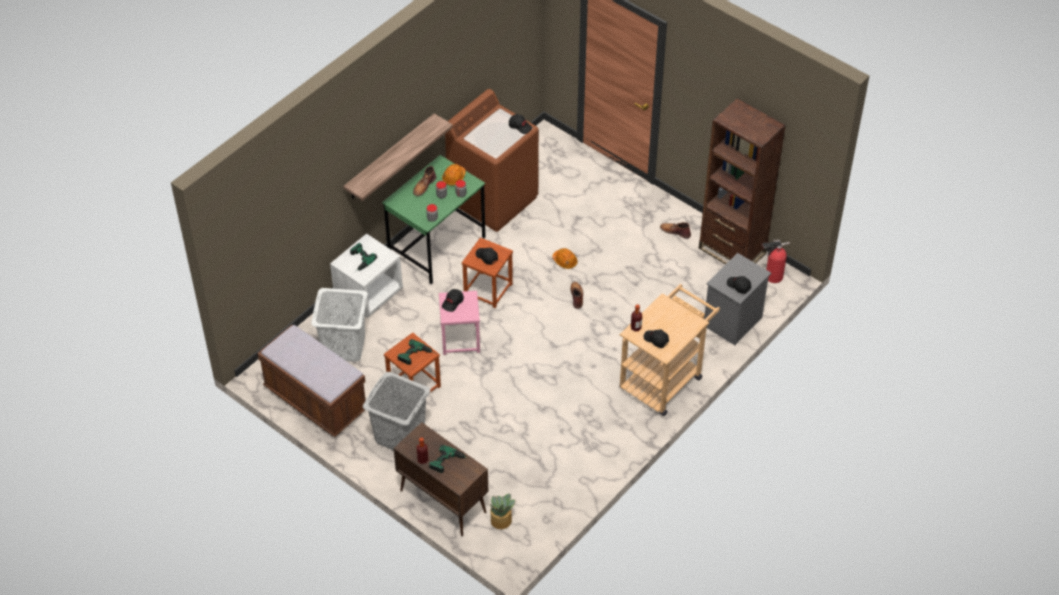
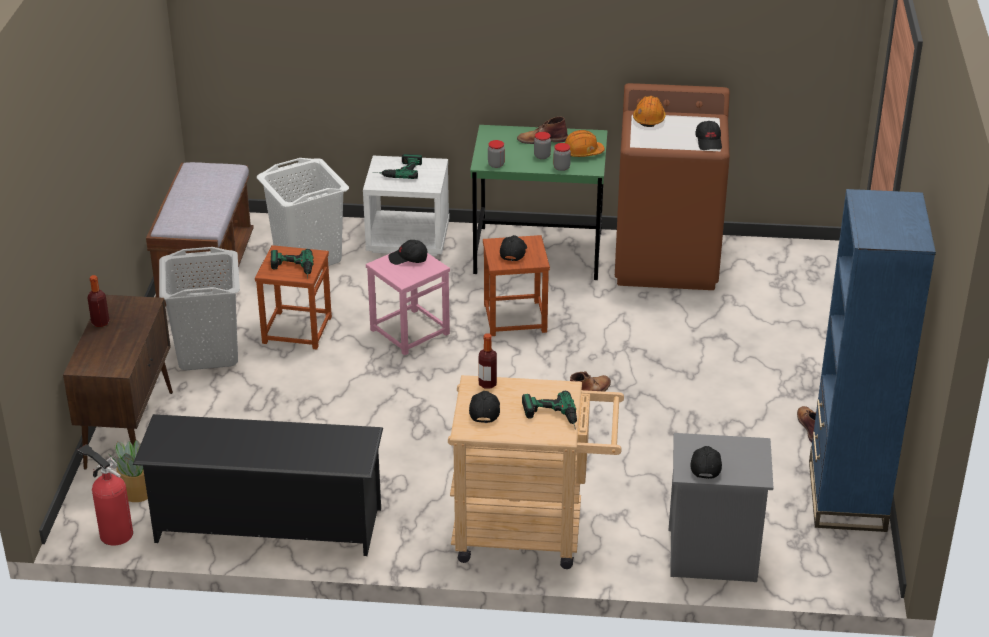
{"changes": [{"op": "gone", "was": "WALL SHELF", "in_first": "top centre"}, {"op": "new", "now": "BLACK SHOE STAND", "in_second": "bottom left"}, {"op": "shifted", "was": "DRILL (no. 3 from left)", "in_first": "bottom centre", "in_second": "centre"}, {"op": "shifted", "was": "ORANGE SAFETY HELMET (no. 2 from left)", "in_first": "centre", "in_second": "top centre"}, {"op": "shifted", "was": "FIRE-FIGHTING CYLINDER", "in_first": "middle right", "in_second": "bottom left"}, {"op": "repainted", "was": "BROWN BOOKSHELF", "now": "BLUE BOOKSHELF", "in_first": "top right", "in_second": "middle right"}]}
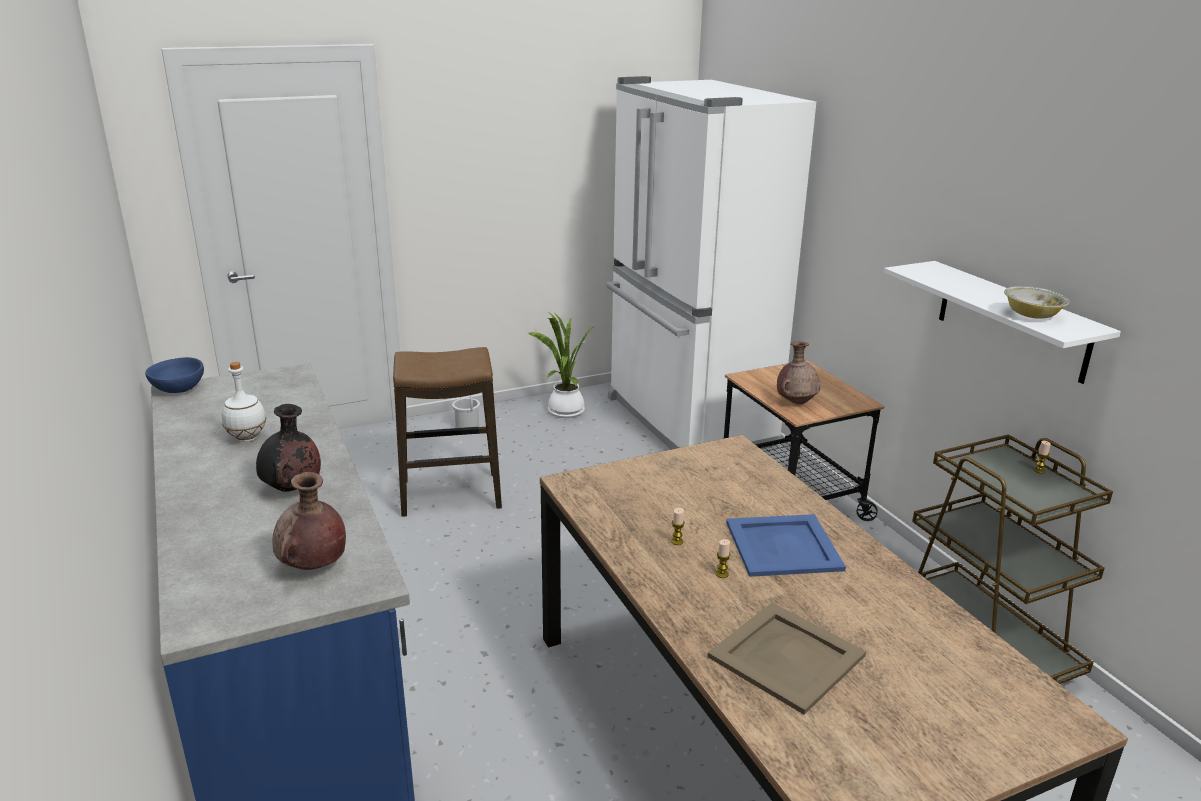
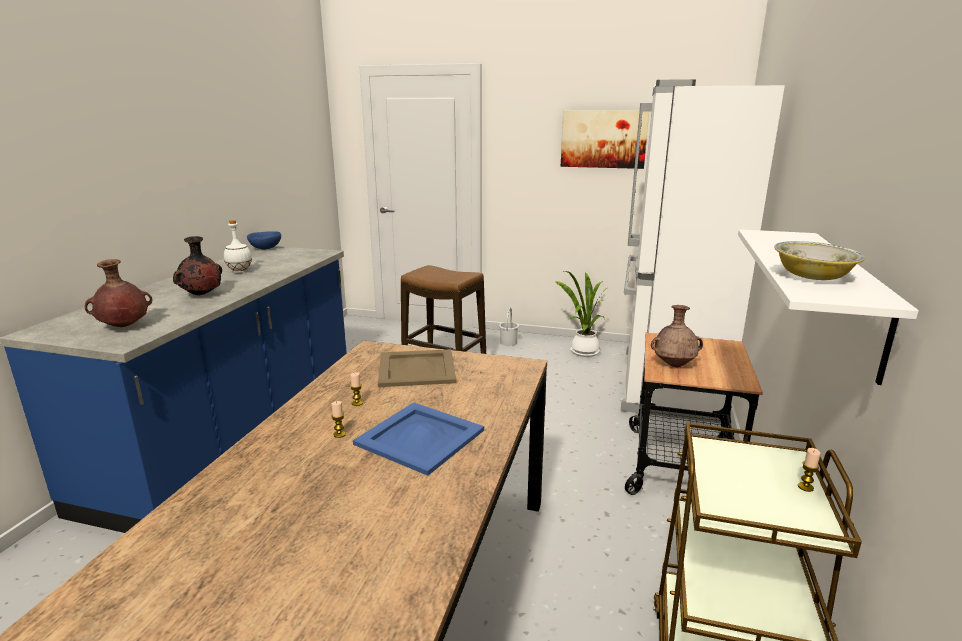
{"changes": [{"op": "new", "now": "WALL PICTURE", "in_second": "top centre"}, {"op": "shifted", "was": "SAND-COLOURED TRAY", "in_first": "bottom centre", "in_second": "centre"}]}
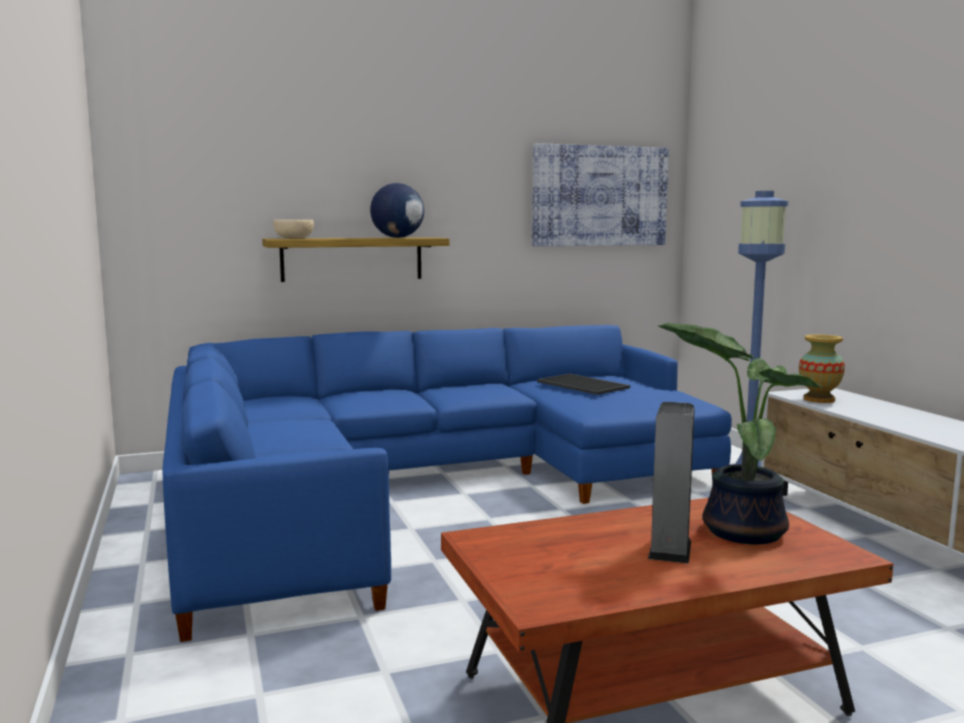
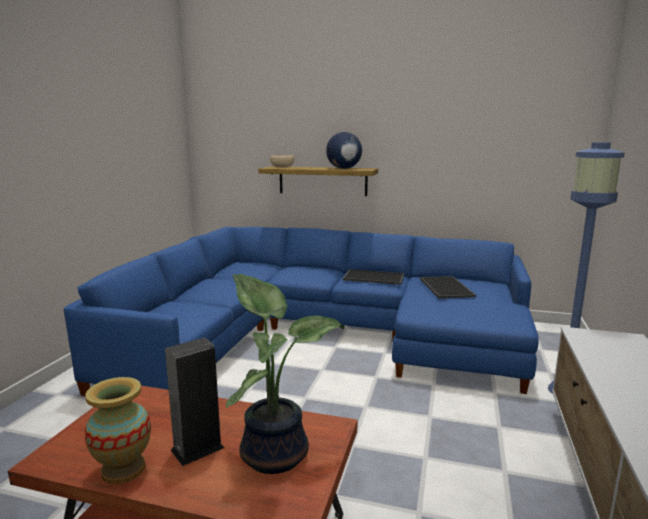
{"changes": [{"op": "gone", "was": "WALL PICTURE", "in_first": "top centre"}, {"op": "new", "now": "TRAY (no. 1 from left)", "in_second": "centre"}, {"op": "shifted", "was": "FLOWER VASE", "in_first": "middle right", "in_second": "bottom left"}]}
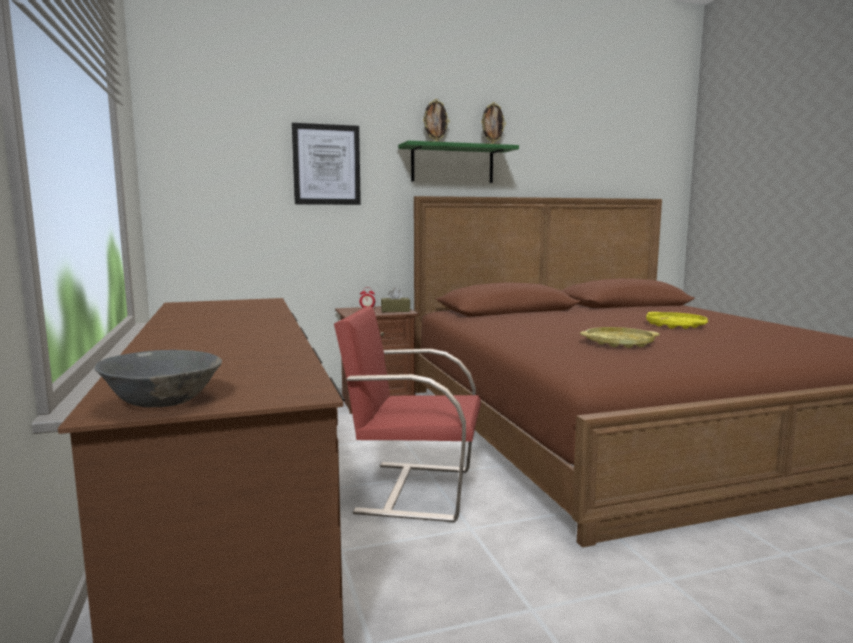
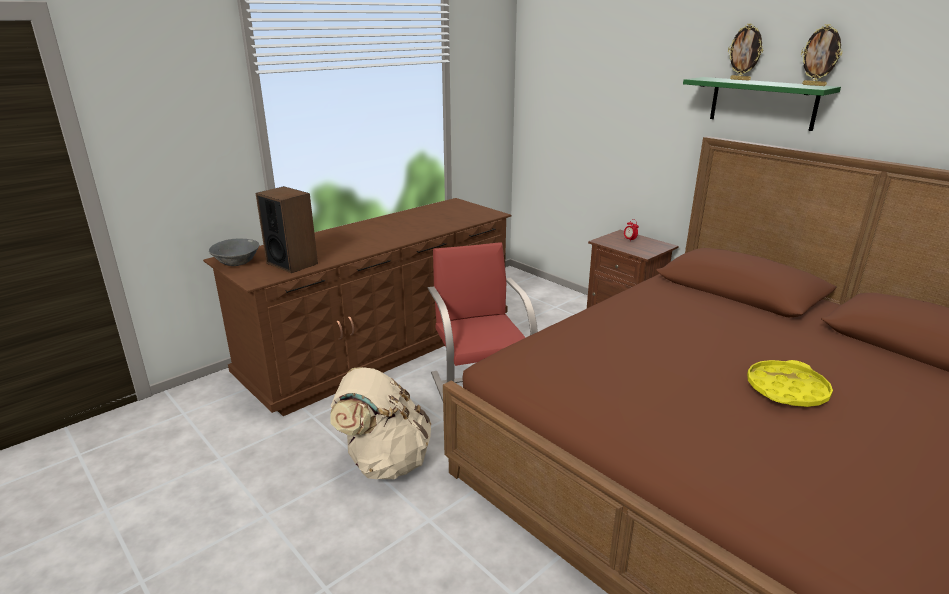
{"changes": [{"op": "gone", "was": "WALL PICTURE", "in_first": "top centre"}, {"op": "gone", "was": "BROWN TISSUE BOX", "in_first": "centre"}, {"op": "gone", "was": "YELLOW-COLOURED TRAY (no. 1 from left)", "in_first": "middle right"}, {"op": "new", "now": "AUDIO SPEAKER", "in_second": "middle left"}, {"op": "new", "now": "SAND-COLOURED KNAPSACK", "in_second": "bottom centre"}]}
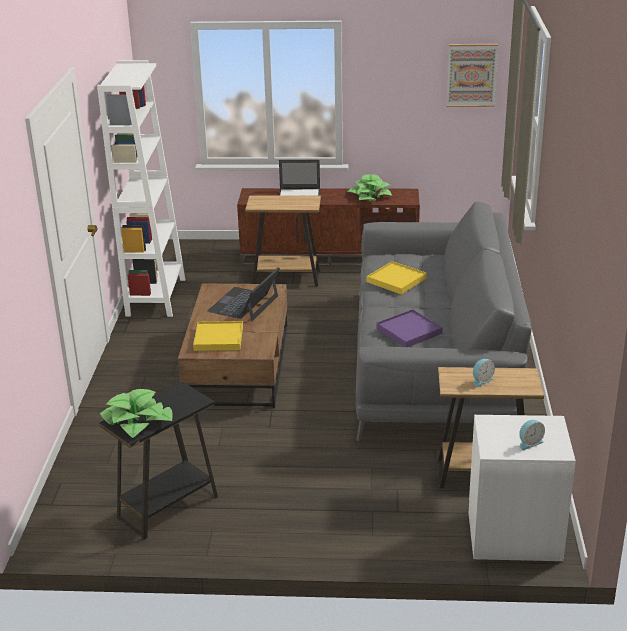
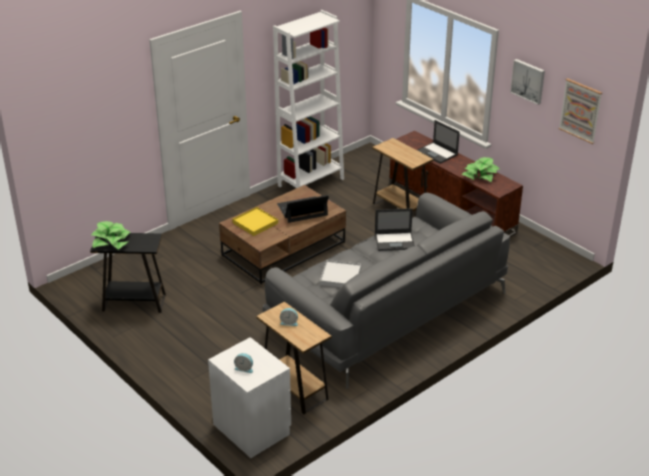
{"changes": [{"op": "new", "now": "WALL PICTURE (no. 1 from left)", "in_second": "top right"}, {"op": "swapped", "was": "YELLOW-COLOURED TRAY (no. 2 from left)", "now": "LAPTOP (no. 2 from left)", "in_first": "centre", "in_second": "centre"}, {"op": "repainted", "was": "PURPLE TRAY", "now": "WHITE TRAY", "in_first": "centre", "in_second": "centre"}]}
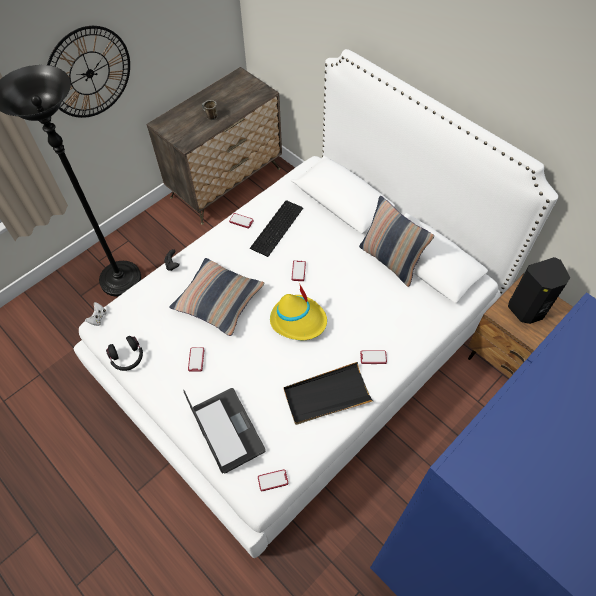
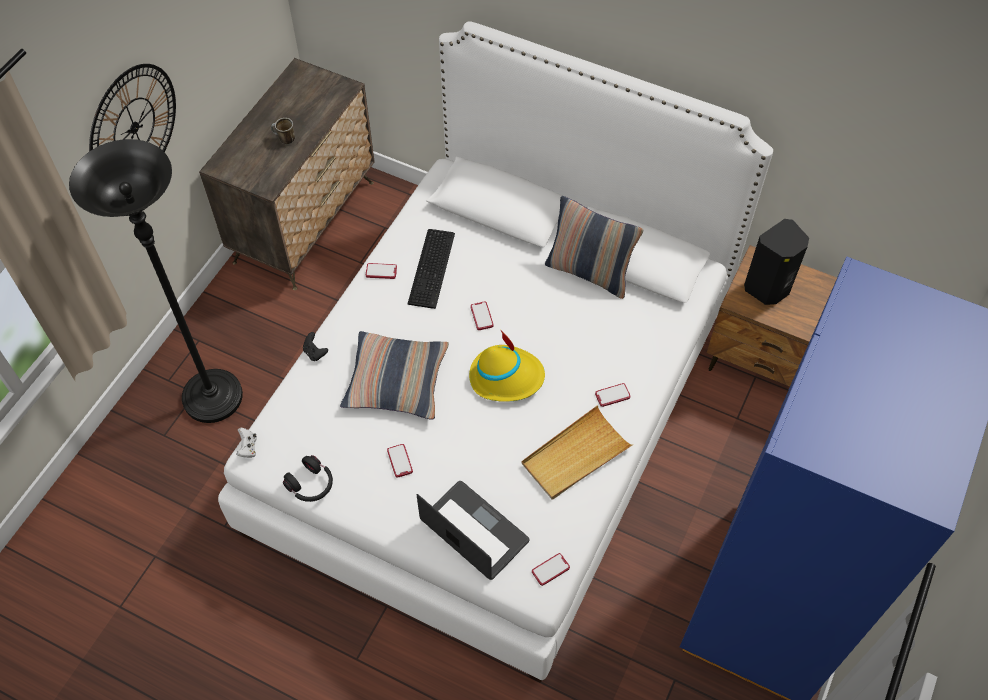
{"changes": [{"op": "repainted", "was": "BLACK TRAY", "now": "SAND-COLOURED TRAY", "in_first": "centre", "in_second": "centre"}]}
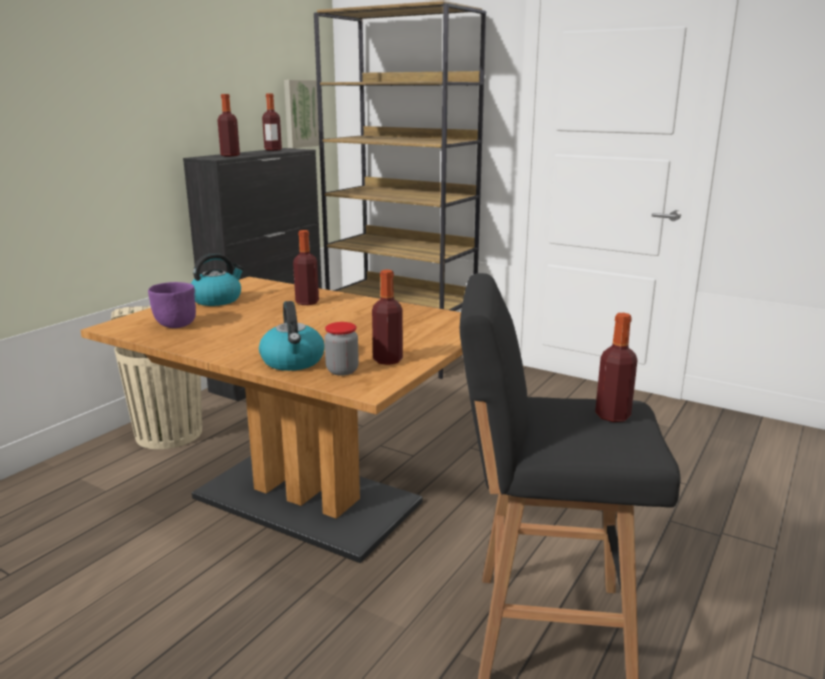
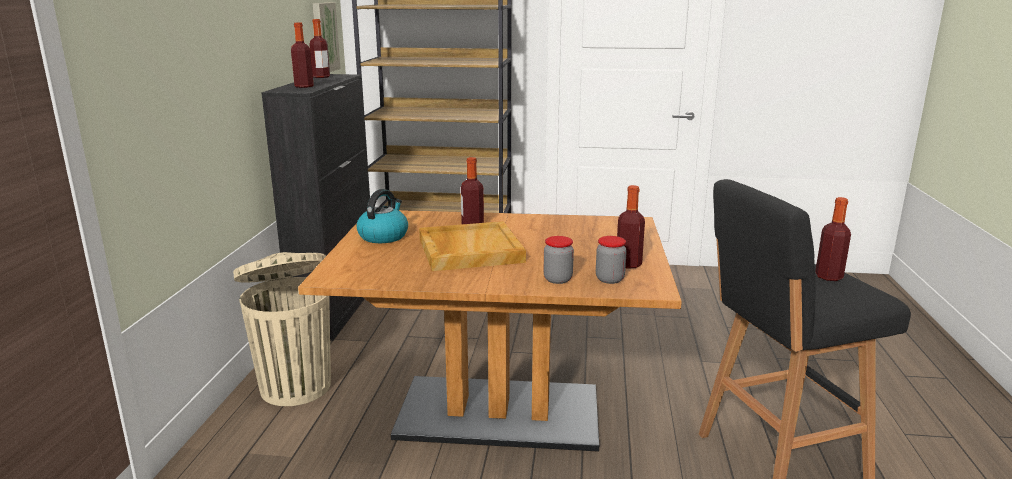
{"changes": [{"op": "gone", "was": "PURPLE DEEP DISH", "in_first": "middle left"}, {"op": "new", "now": "SAND-COLOURED TRAY", "in_second": "centre"}, {"op": "swapped", "was": "WATER KETTLE (no. 2 from left)", "now": "JAR (no. 1 from left)", "in_first": "centre", "in_second": "centre"}]}
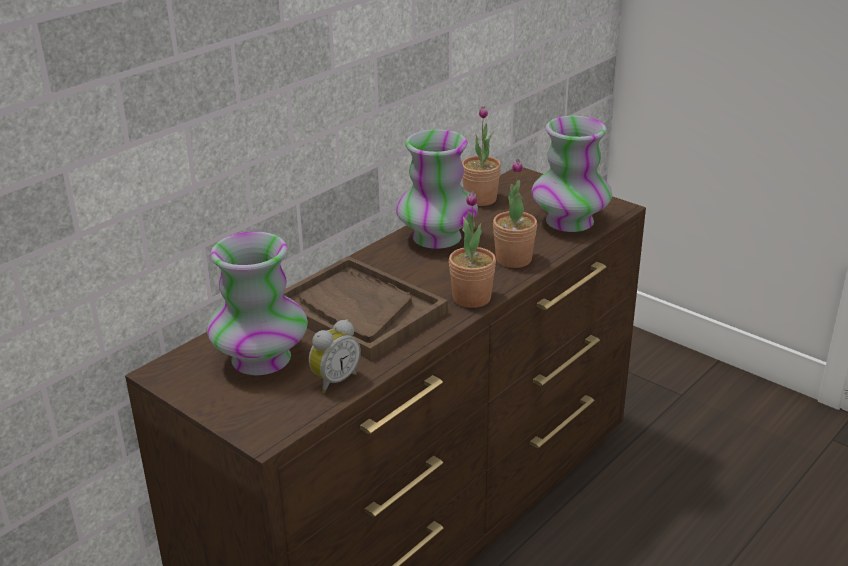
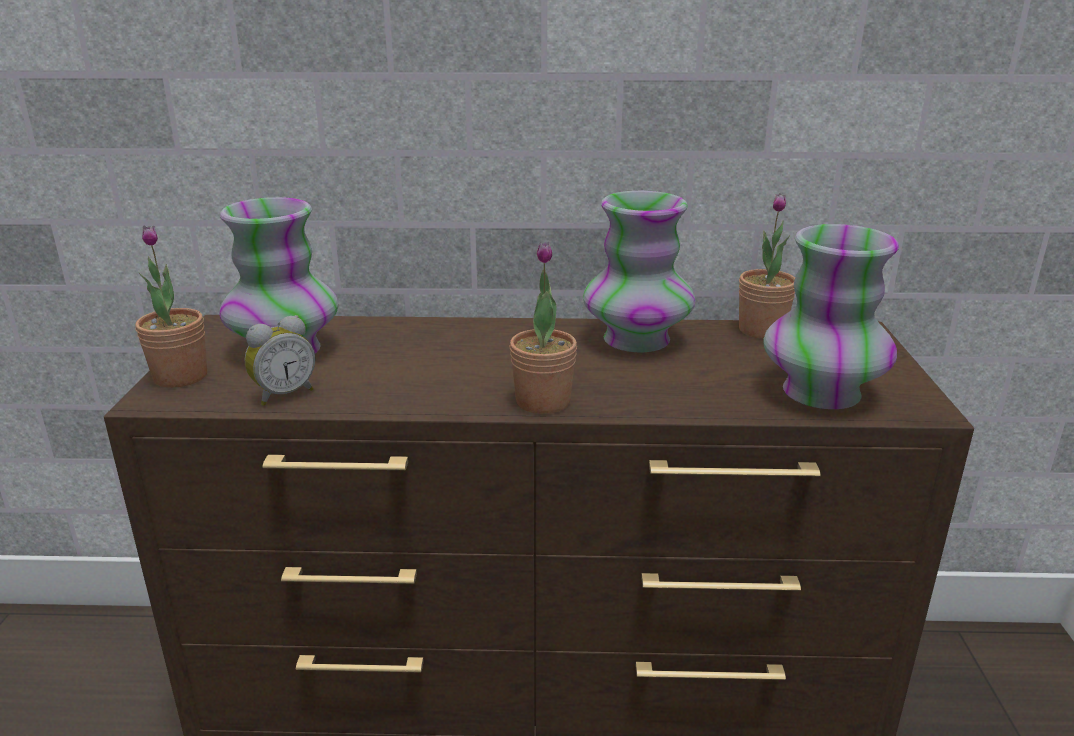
{"changes": [{"op": "gone", "was": "BROWN TRAY", "in_first": "centre"}, {"op": "shifted", "was": "PLANT IN A POT (no. 3 from left in the first image)", "now": "PLANT IN A POT (no. 1 from left)", "in_first": "centre", "in_second": "middle left"}, {"op": "rotated", "was": "ALARM CLOCK", "in_first": "centre", "in_second": "middle left", "clockwise": -45}]}
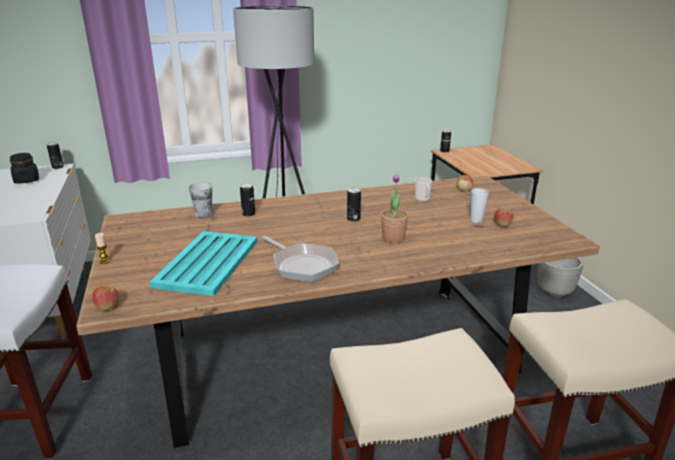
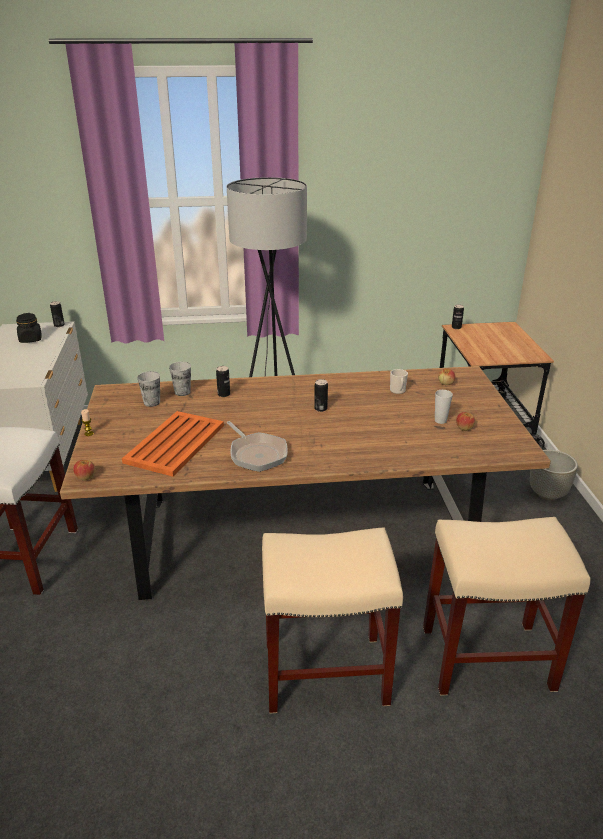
{"changes": [{"op": "gone", "was": "PLANT IN A POT", "in_first": "centre"}, {"op": "new", "now": "DRINKING CUP (no. 1 from left)", "in_second": "middle left"}, {"op": "repainted", "was": "TURQUOISE-COLOURED TRAY", "now": "ORANGE TRAY", "in_first": "middle left", "in_second": "middle left"}]}
